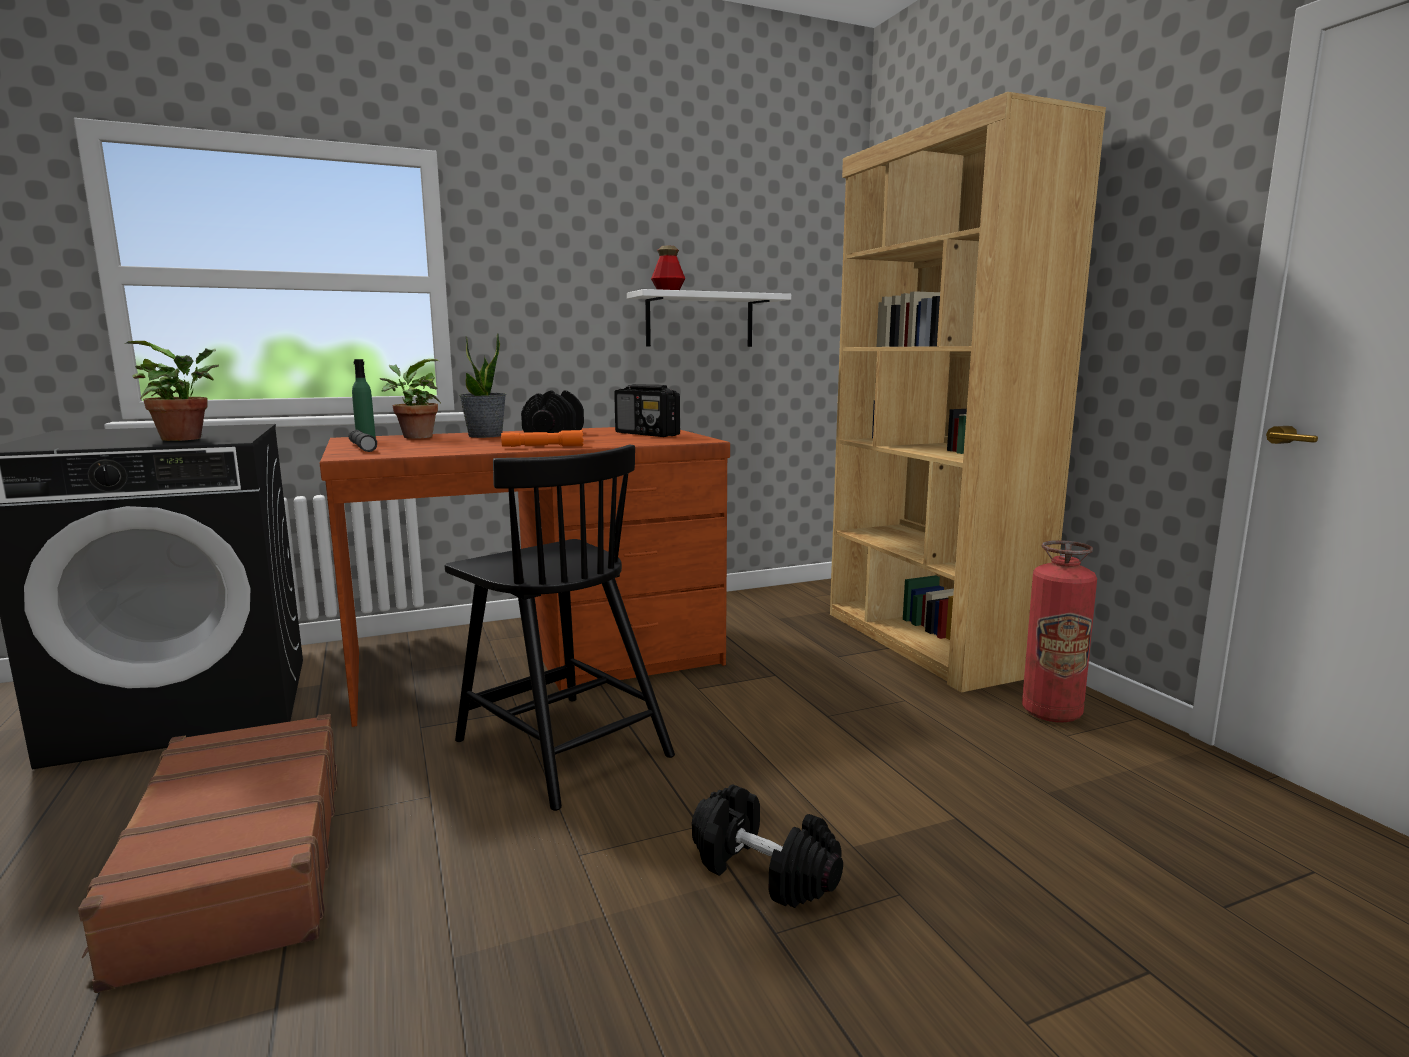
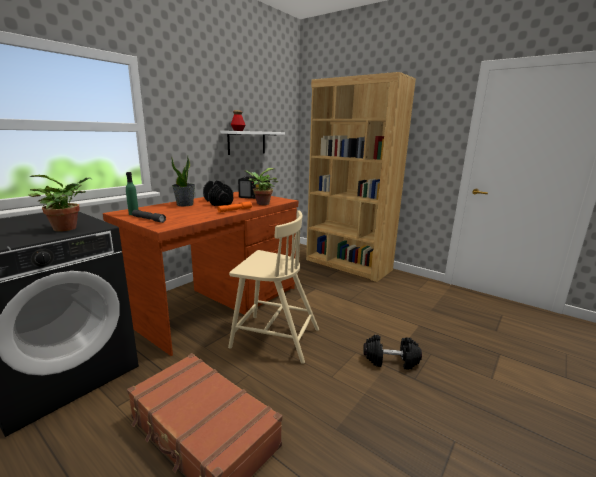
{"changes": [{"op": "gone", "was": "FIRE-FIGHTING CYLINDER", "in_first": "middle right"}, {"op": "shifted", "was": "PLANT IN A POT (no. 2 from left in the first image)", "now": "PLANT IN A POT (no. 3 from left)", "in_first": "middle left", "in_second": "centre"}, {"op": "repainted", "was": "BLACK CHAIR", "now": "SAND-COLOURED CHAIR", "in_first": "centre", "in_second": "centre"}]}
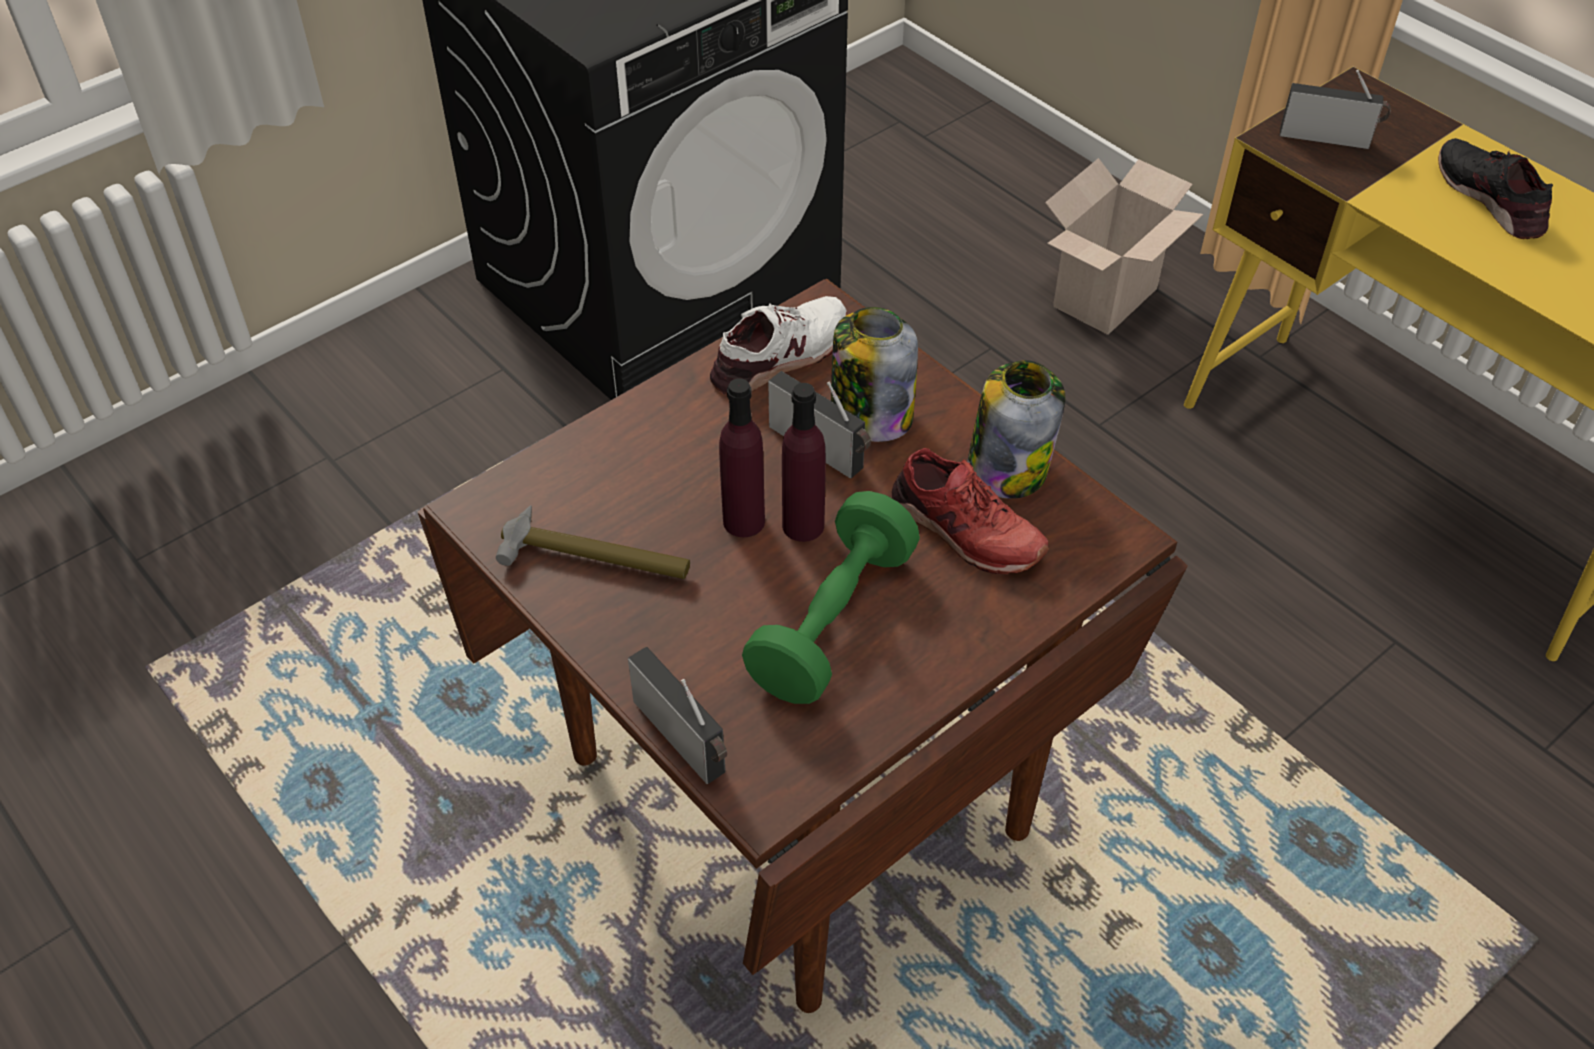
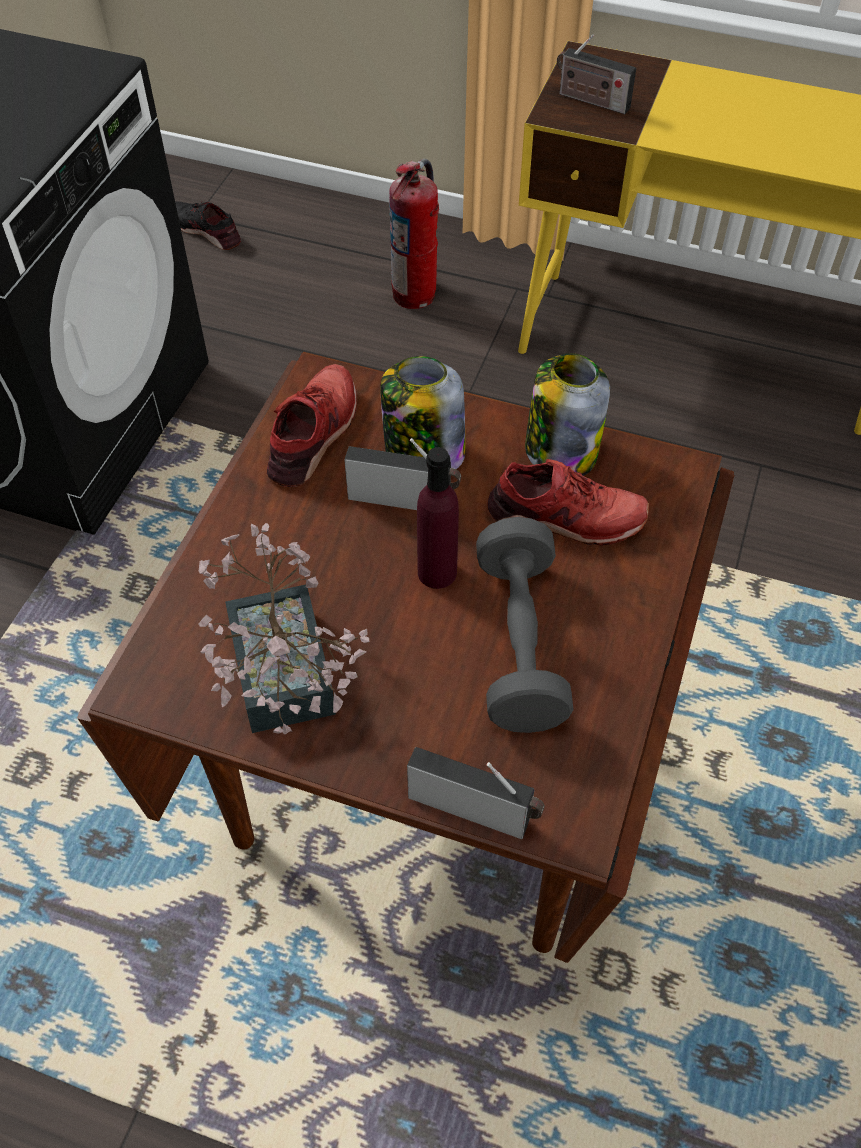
{"changes": [{"op": "gone", "was": "PURPLE DRINK BOTTLE (no. 1 from left)", "in_first": "centre"}, {"op": "shifted", "was": "BLACK LOW SHOE", "in_first": "top right", "in_second": "top left"}, {"op": "swapped", "was": "HAND HAMMER", "now": "PLANT IN A POT", "in_first": "centre", "in_second": "middle left"}, {"op": "swapped", "was": "PACKING BOX", "now": "FIRE-FIGHTING CYLINDER", "in_first": "top right", "in_second": "top centre"}, {"op": "repainted", "was": "WHITE LOW SHOE", "now": "REDDISH LOW SHOE (no. 1 from left)", "in_first": "top centre", "in_second": "centre"}, {"op": "repainted", "was": "GREEN HAND WEIGHT", "now": "GRAY HAND WEIGHT", "in_first": "centre", "in_second": "centre"}, {"op": "rotated", "was": "RADIO (no. 3 from left)", "in_first": "top right", "in_second": "top right", "clockwise": -135}]}
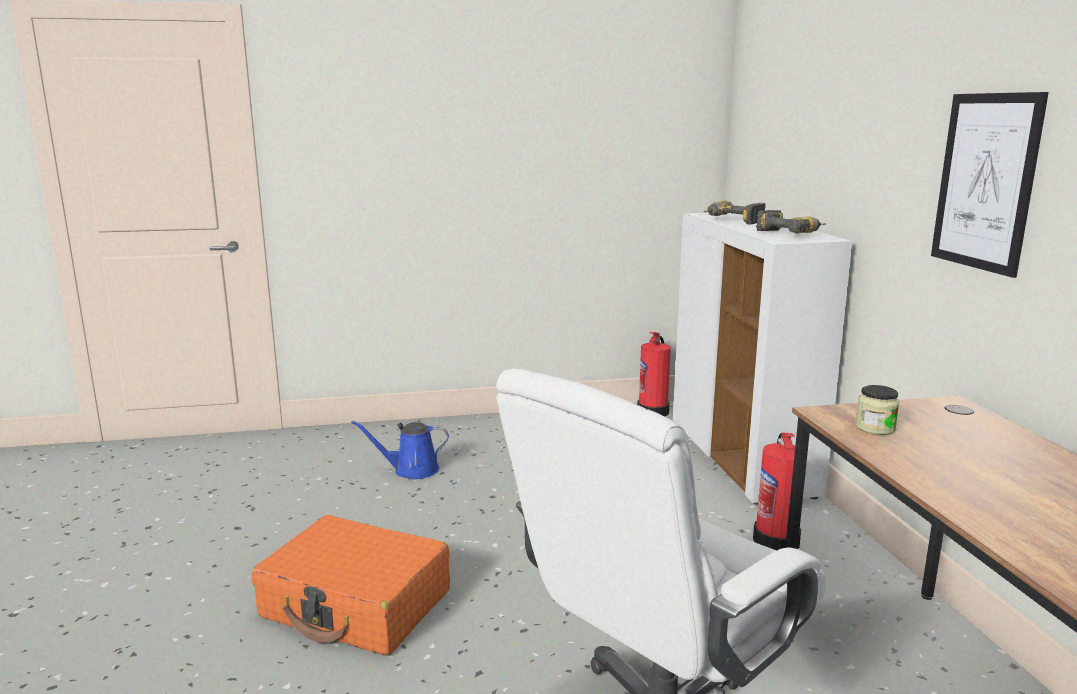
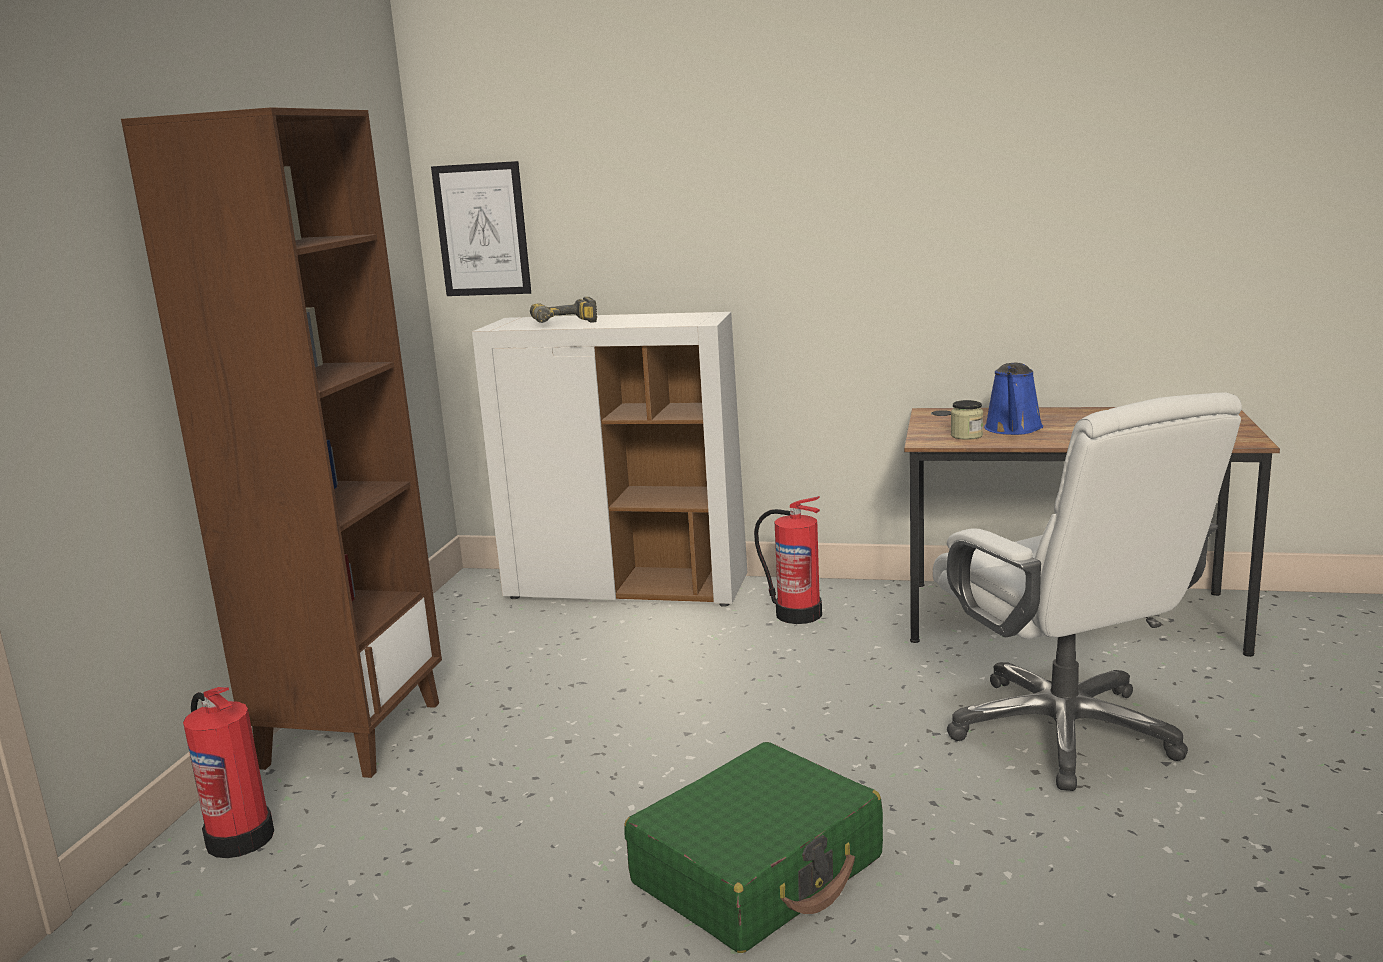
{"changes": [{"op": "gone", "was": "DRILL (no. 2 from left)", "in_first": "top right"}, {"op": "new", "now": "BROWN BOOKSHELF", "in_second": "middle left"}, {"op": "shifted", "was": "BLUE WATERING POT", "in_first": "centre", "in_second": "middle right"}, {"op": "shifted", "was": "FIRE-FIGHTING CYLINDER (no. 1 from left)", "in_first": "centre", "in_second": "bottom left"}, {"op": "shifted", "was": "WALL PICTURE", "in_first": "top right", "in_second": "top centre"}, {"op": "repainted", "was": "ORANGE SUITCASE", "now": "GREEN SUITCASE", "in_first": "bottom left", "in_second": "bottom centre"}]}
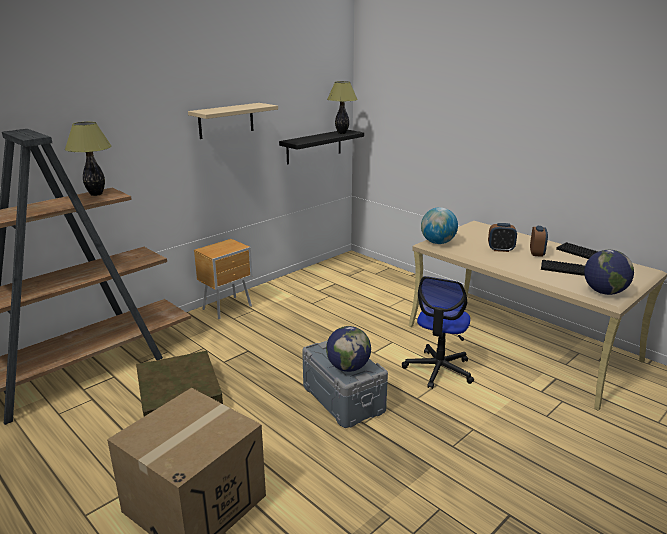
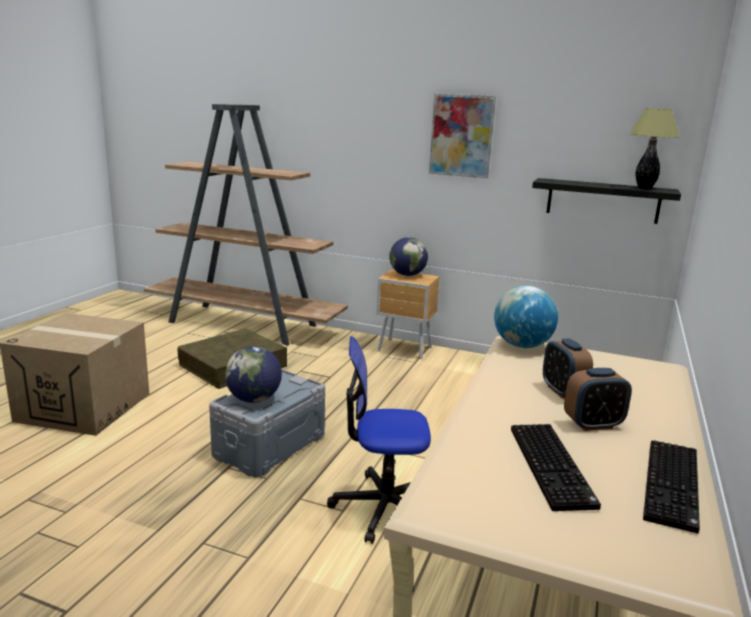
{"changes": [{"op": "gone", "was": "TABLE LAMP (no. 1 from left)", "in_first": "top left"}, {"op": "shifted", "was": "GLOBE (no. 3 from left in the first image)", "now": "GLOBE (no. 2 from left)", "in_first": "middle right", "in_second": "centre"}, {"op": "swapped", "was": "SAND-COLOURED WALL SHELF", "now": "WALL PICTURE", "in_first": "top centre", "in_second": "top centre"}]}
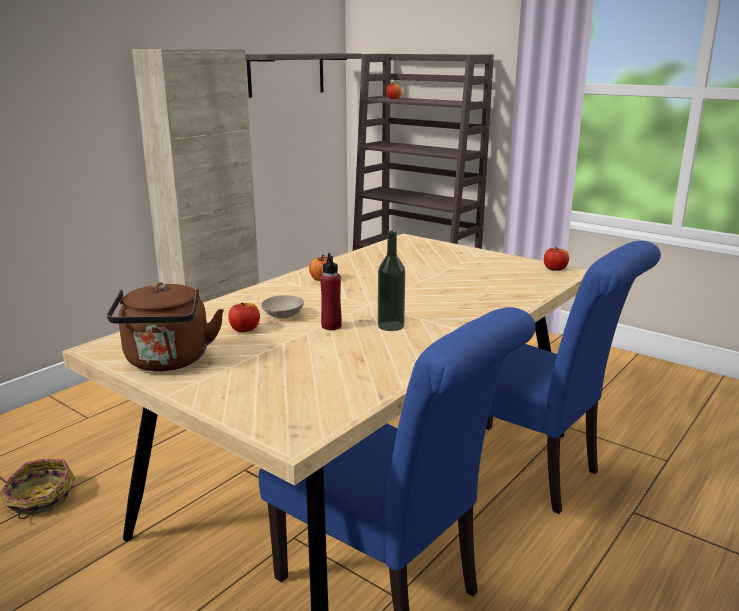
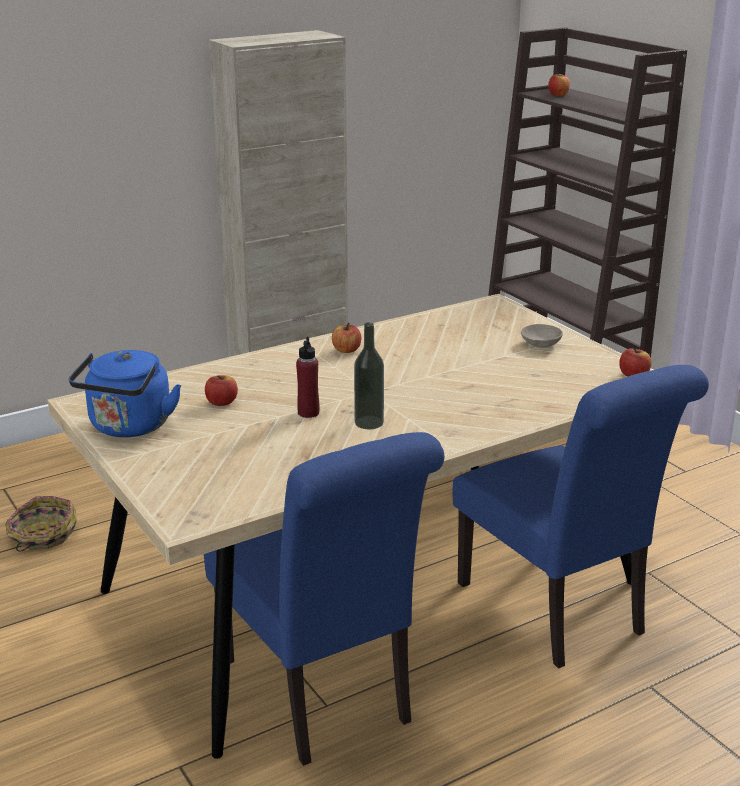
{"changes": [{"op": "gone", "was": "WALL SHELF", "in_first": "top centre"}, {"op": "shifted", "was": "SAND-COLOURED DEEP DISH", "in_first": "centre", "in_second": "middle right"}, {"op": "repainted", "was": "BROWN WATER KETTLE", "now": "BLUE WATER KETTLE", "in_first": "middle left", "in_second": "middle left"}]}
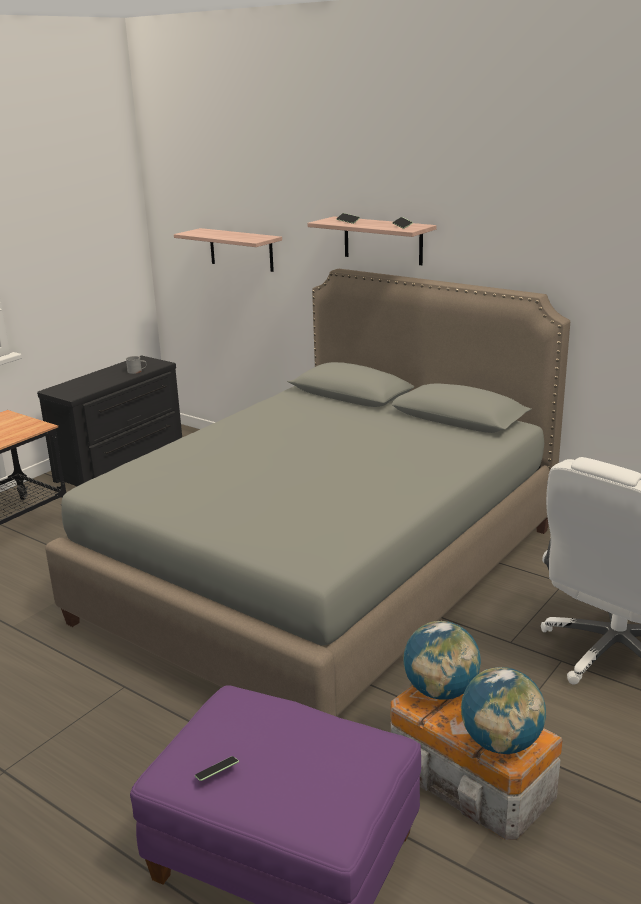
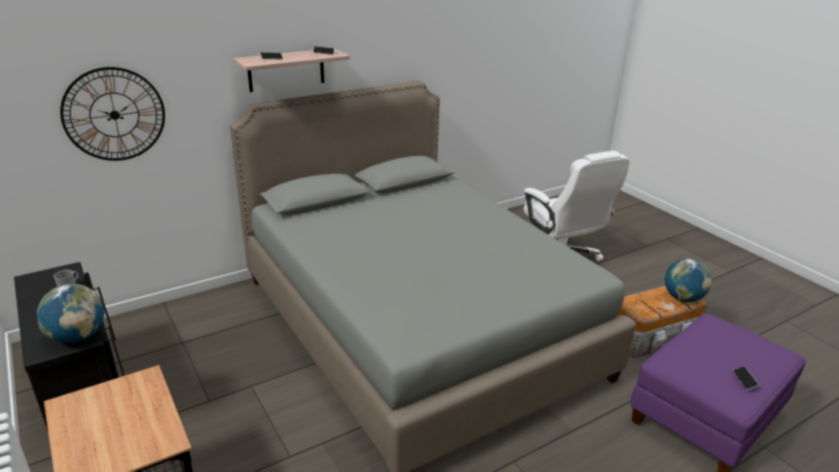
{"changes": [{"op": "shifted", "was": "GLOBE (no. 1 from left)", "in_first": "bottom right", "in_second": "middle left"}, {"op": "swapped", "was": "WALL SHELF (no. 1 from left)", "now": "WALL CLOCK", "in_first": "top centre", "in_second": "top left"}]}
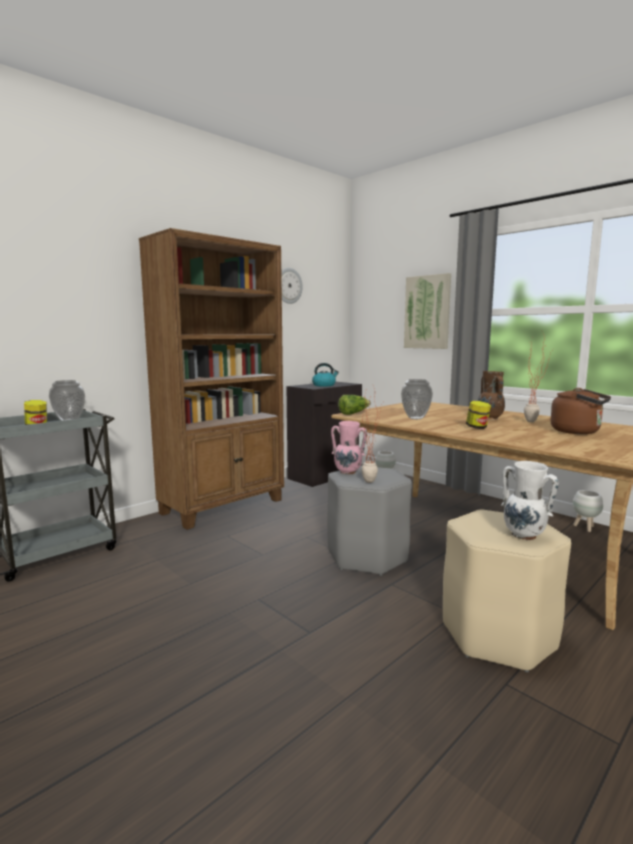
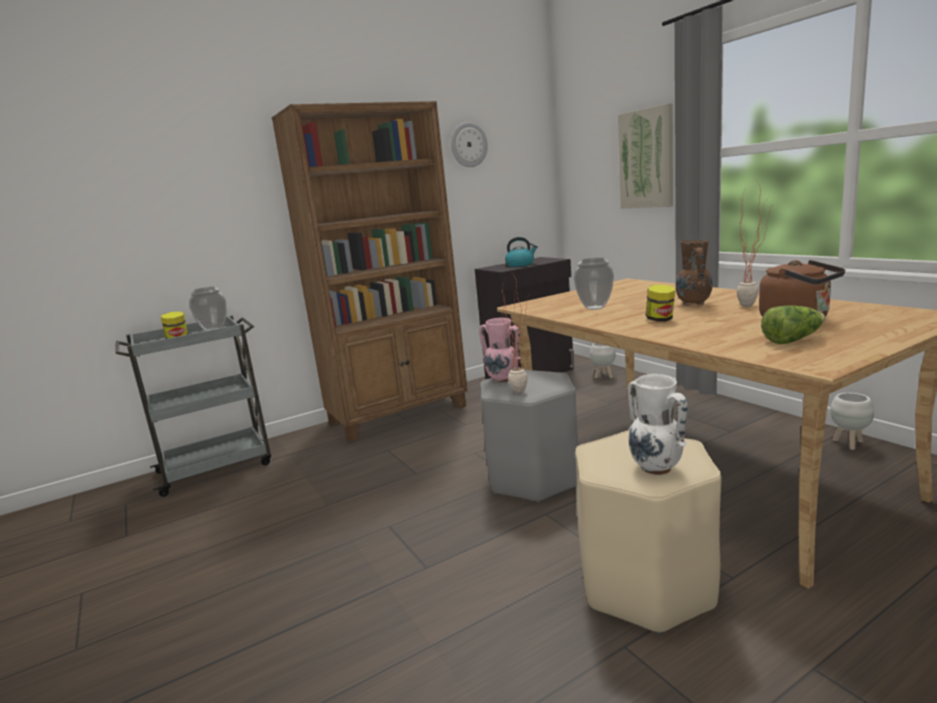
{"changes": [{"op": "shifted", "was": "LETTUCE HEAD", "in_first": "centre", "in_second": "middle right"}]}
